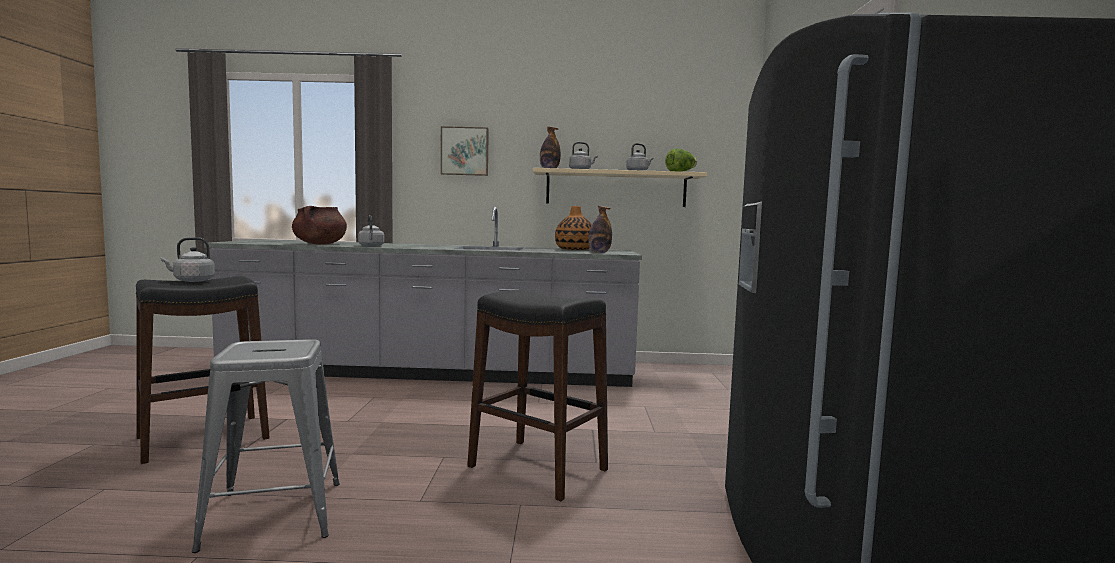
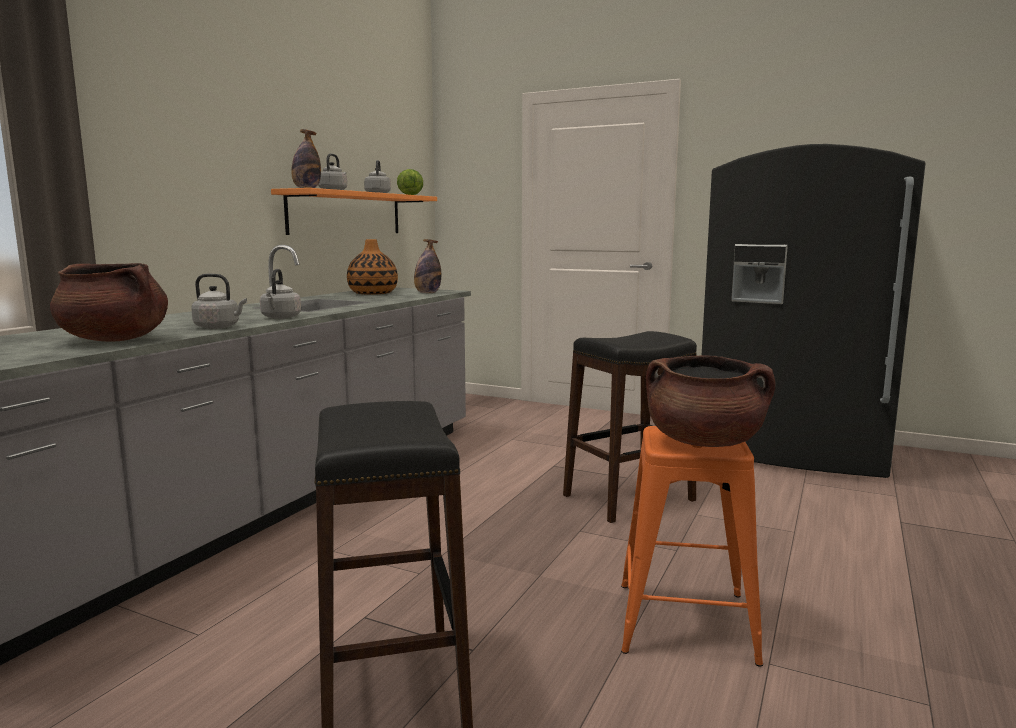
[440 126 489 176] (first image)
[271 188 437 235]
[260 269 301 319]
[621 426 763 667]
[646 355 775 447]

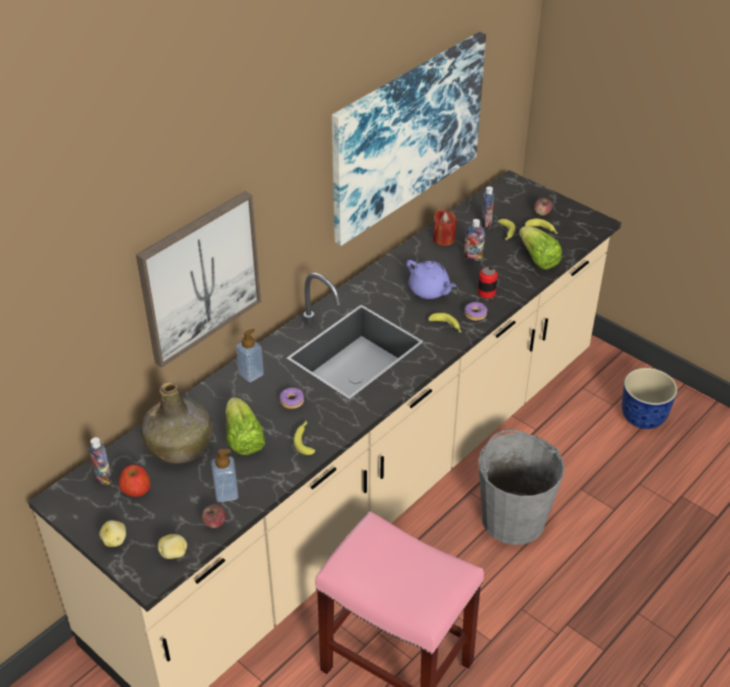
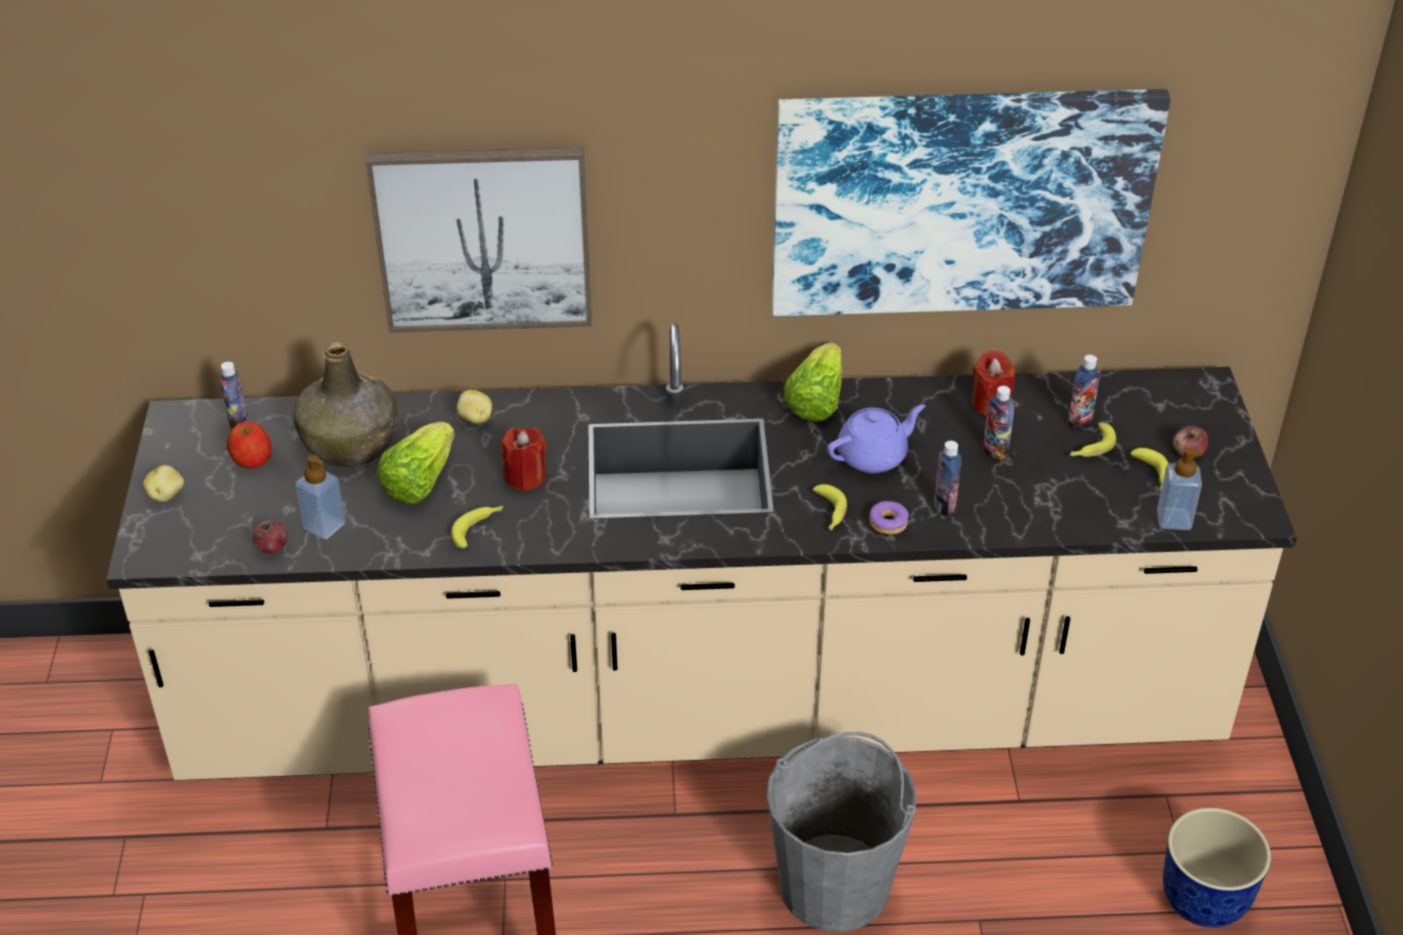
[784 343 842 421]
[827 405 925 473]
[934 441 961 517]
[1157 448 1203 530]
[501 427 546 491]
[457 390 492 424]

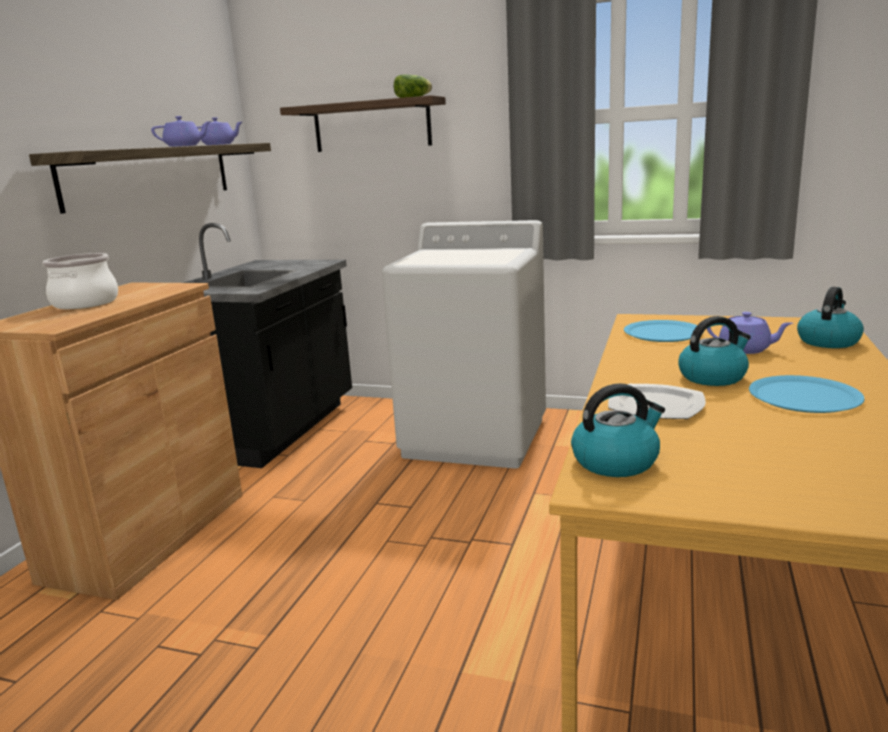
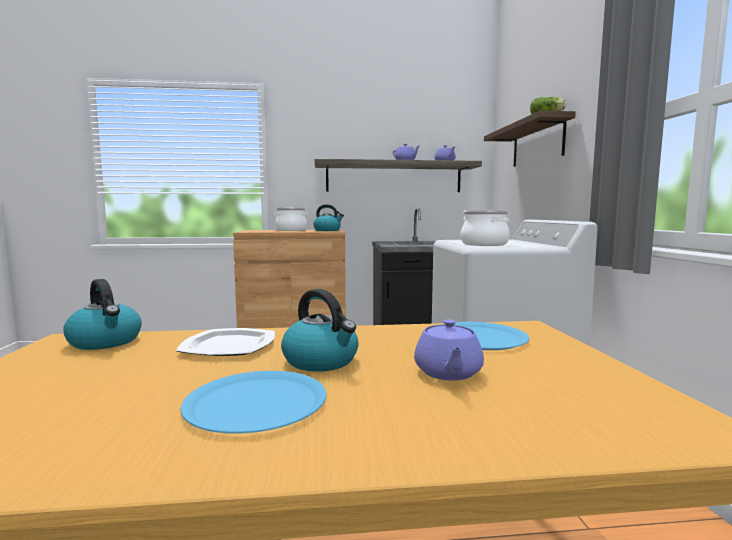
[313 204 344 231]
[461 210 510 246]

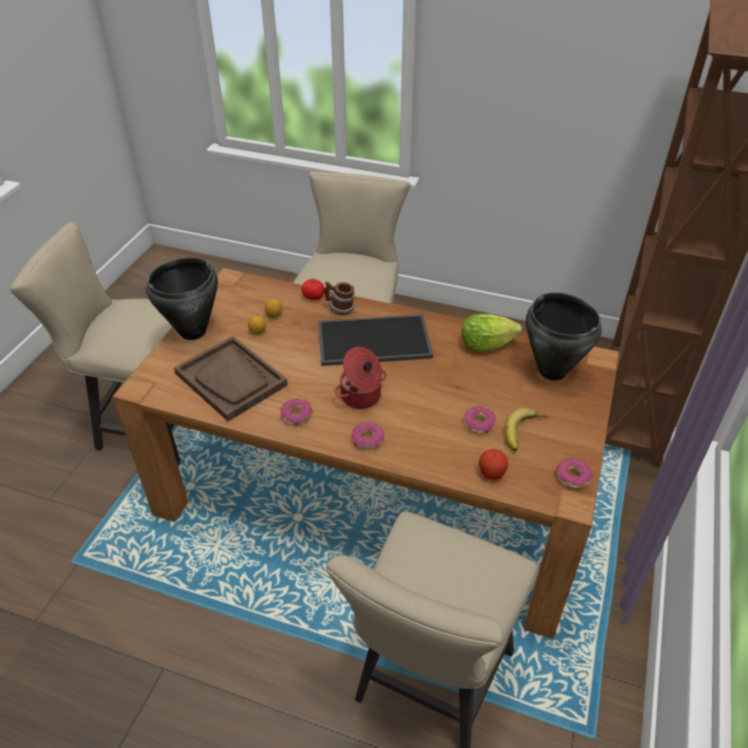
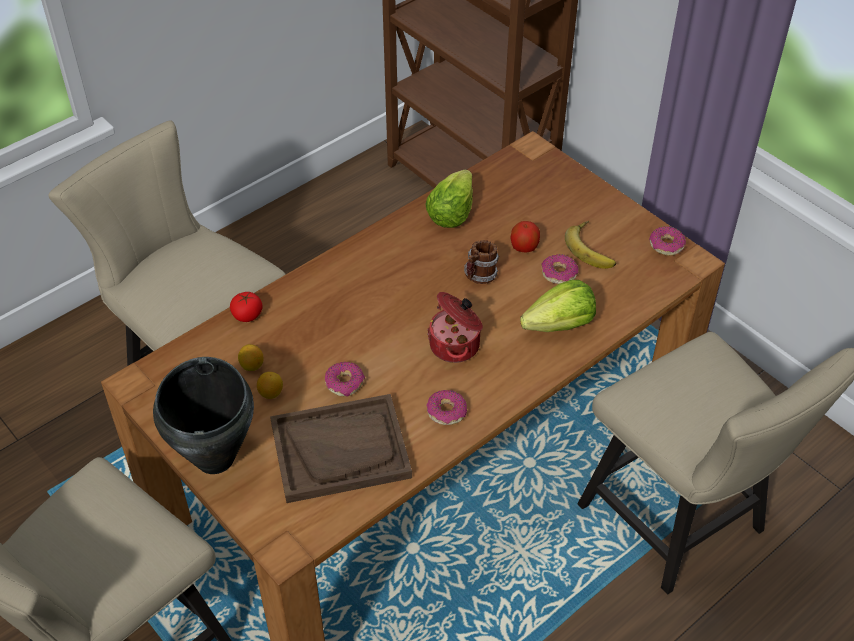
[464 240 499 284]
[526 292 602 380] (first image)
[318 314 433 366] (first image)
[325 362 365 397]
[511 221 540 253]
[520 280 596 332]

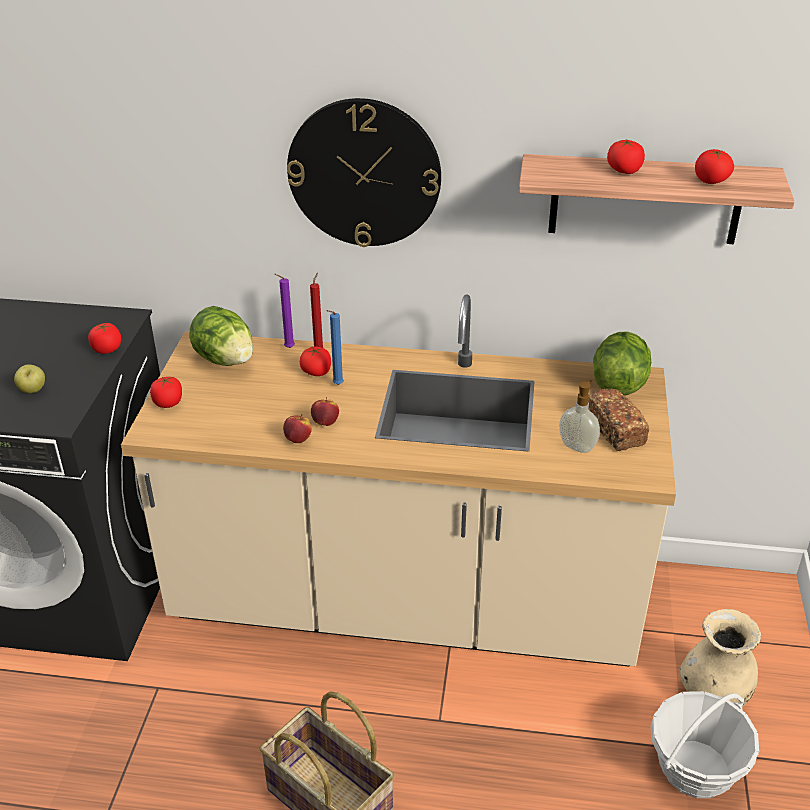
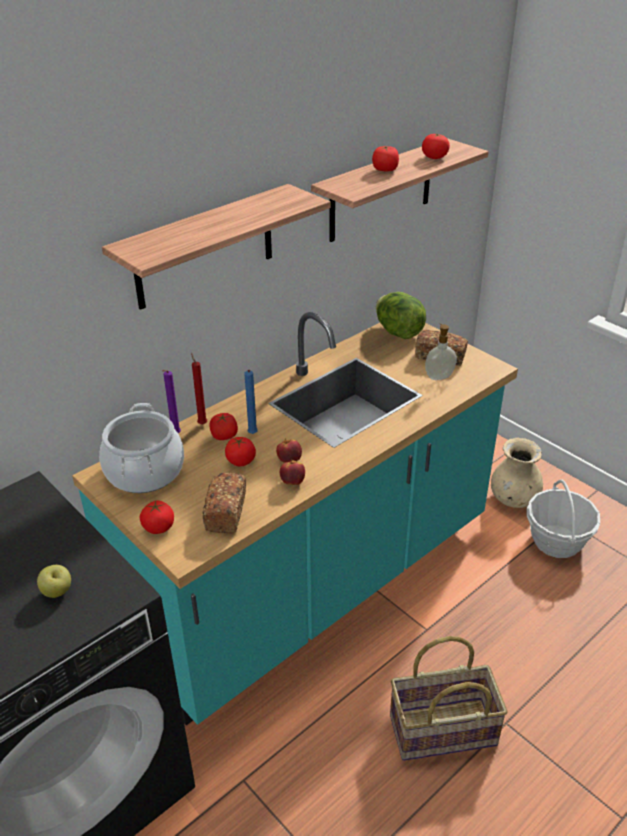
[102 184 330 310]
[72 312 518 725]
[99 403 184 493]
[225 437 256 466]
[203 472 246 533]

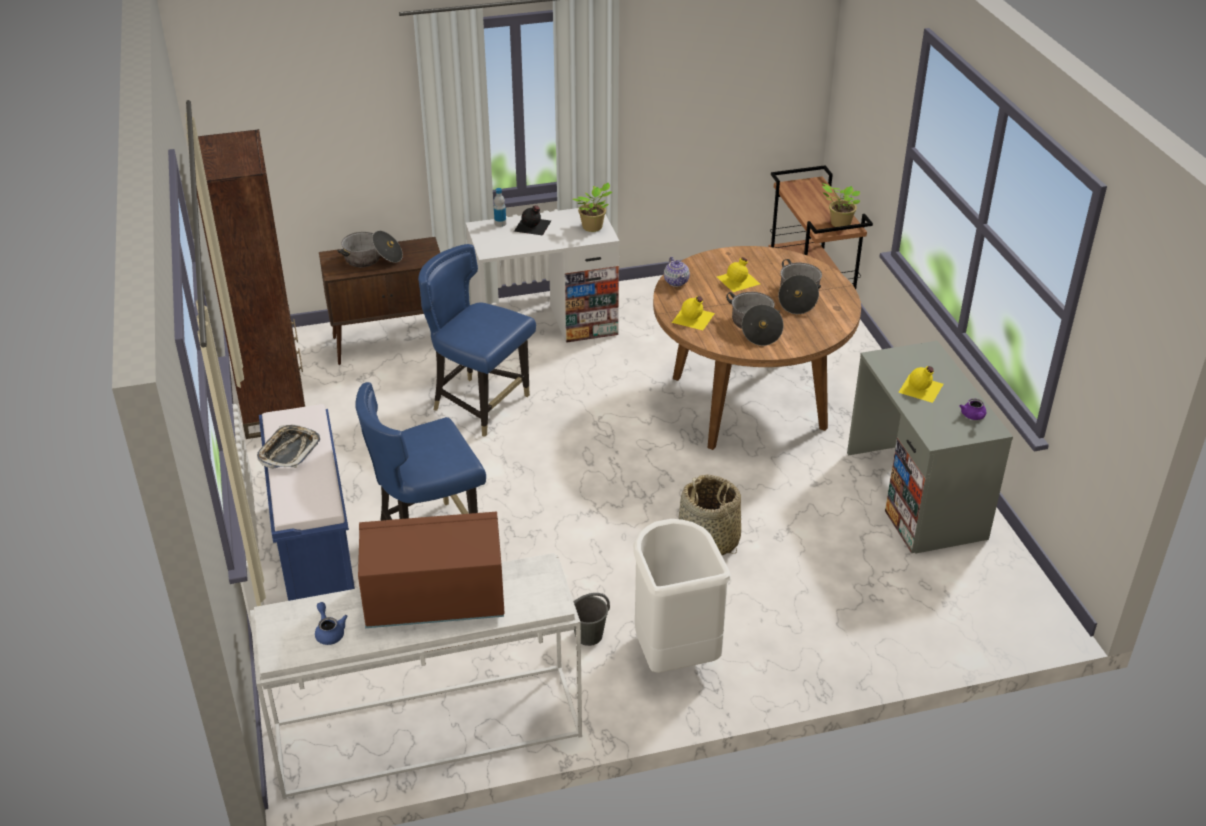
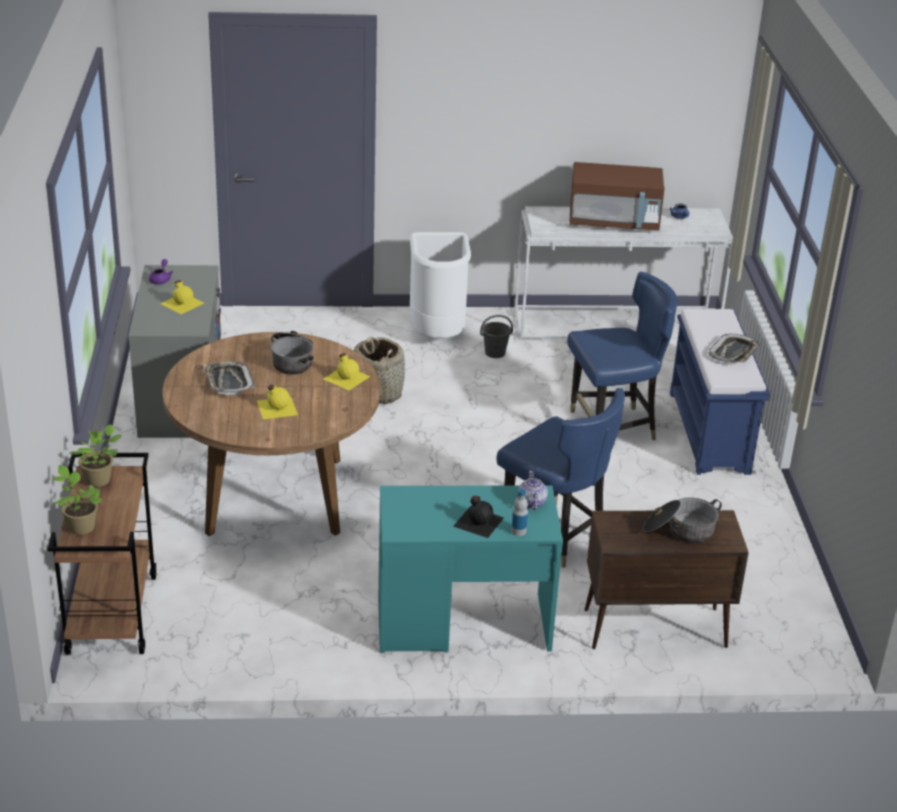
[196 129 305 439] (first image)
[53 465 103 535]
[378 485 563 653]
[518 471 548 510]
[204 361 254 395]

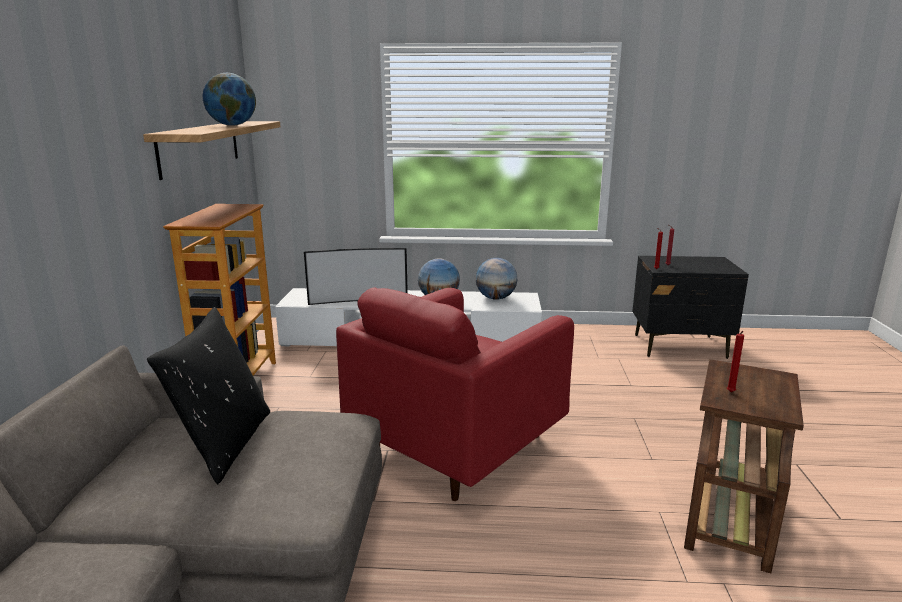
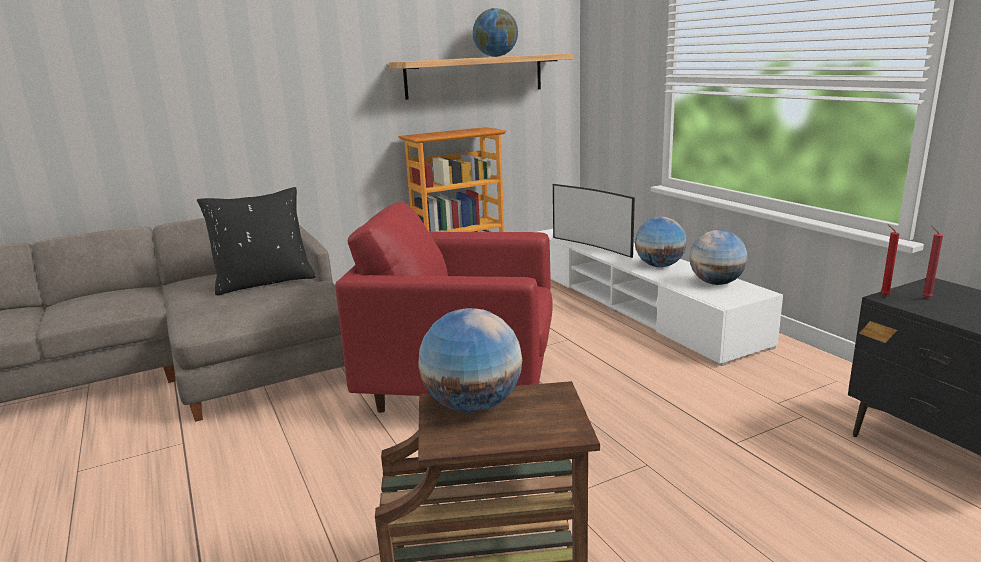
[418 308 522 413]

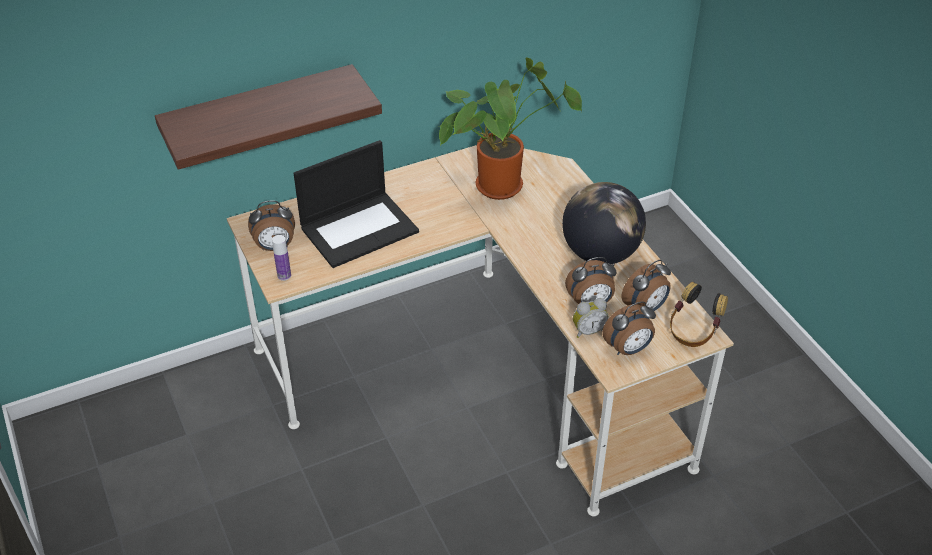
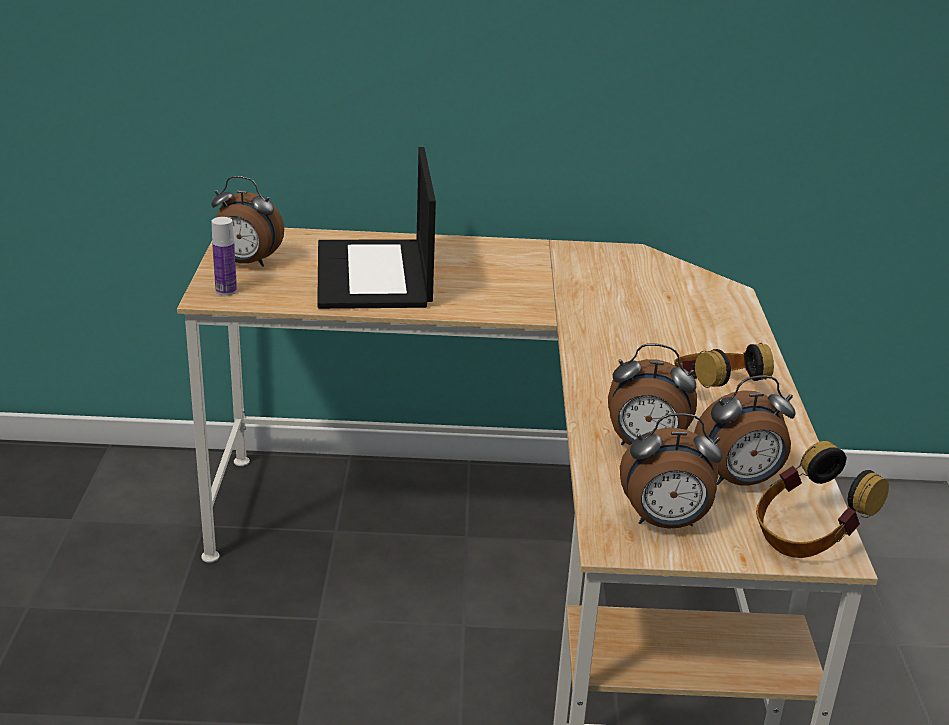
[439 57 582 200] (first image)
[155 64 382 170] (first image)
[317 147 436 309]
[674 343 774 388]
[573 298 609 338] (first image)

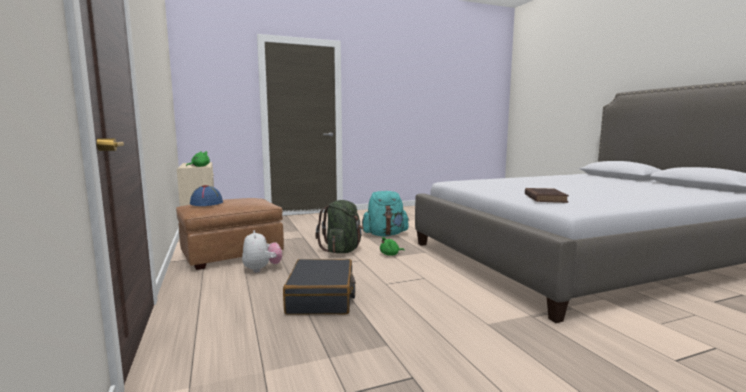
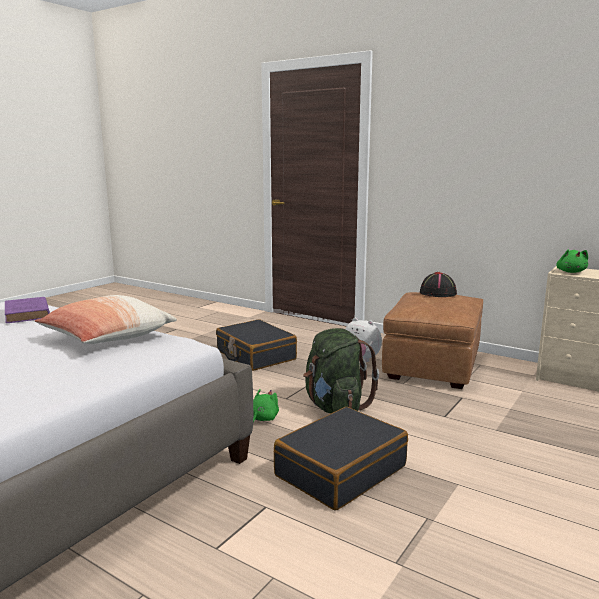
[420 272 457 297]
[5 297 50 323]
[274 407 408 511]
[34 295 177 344]

